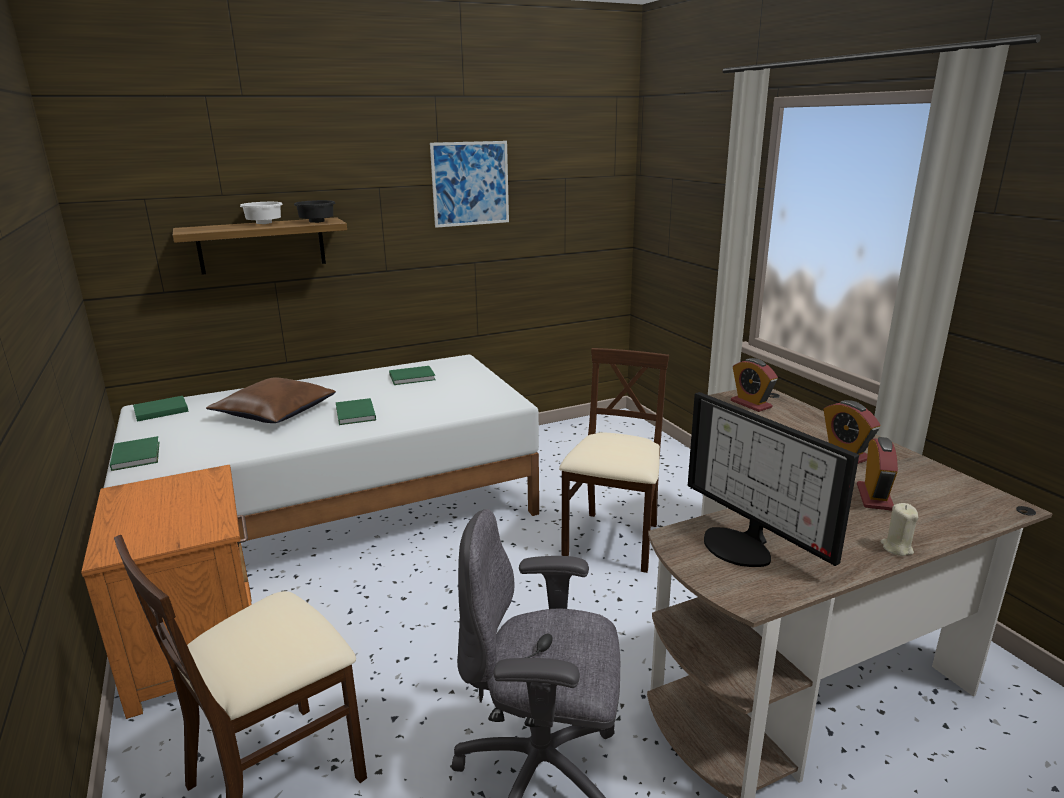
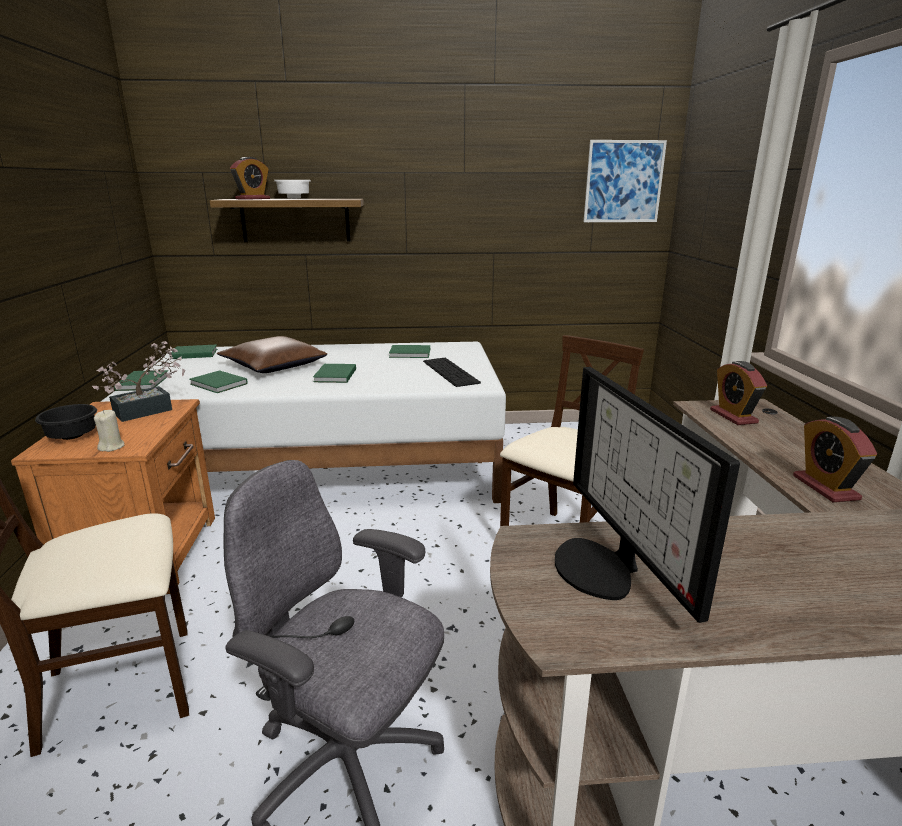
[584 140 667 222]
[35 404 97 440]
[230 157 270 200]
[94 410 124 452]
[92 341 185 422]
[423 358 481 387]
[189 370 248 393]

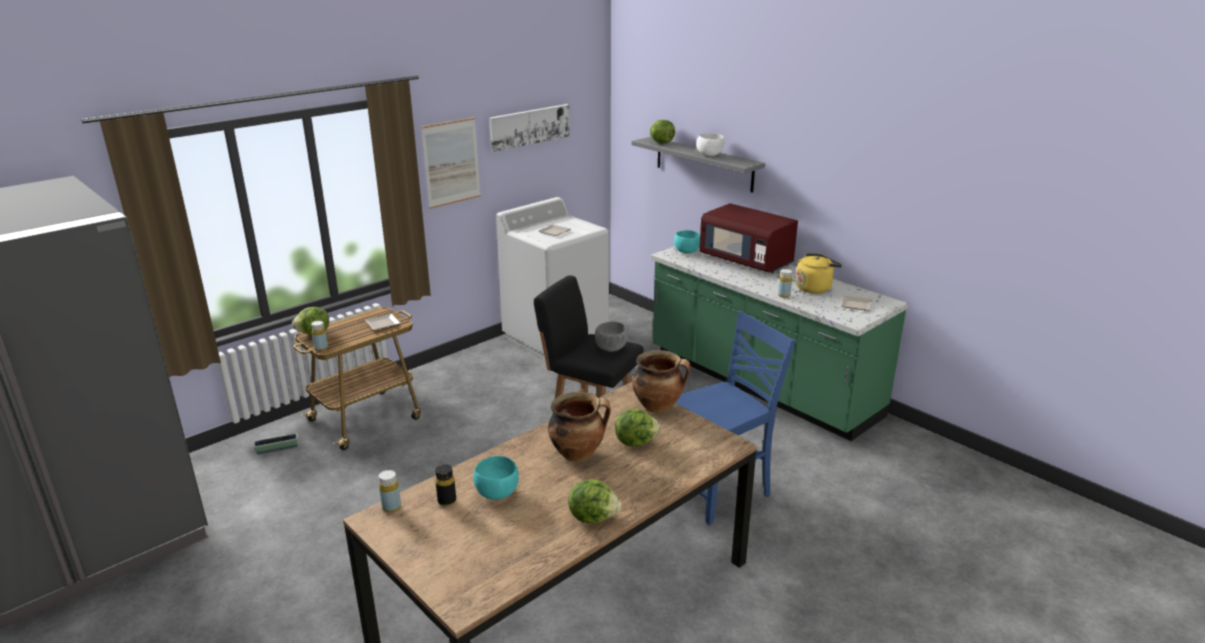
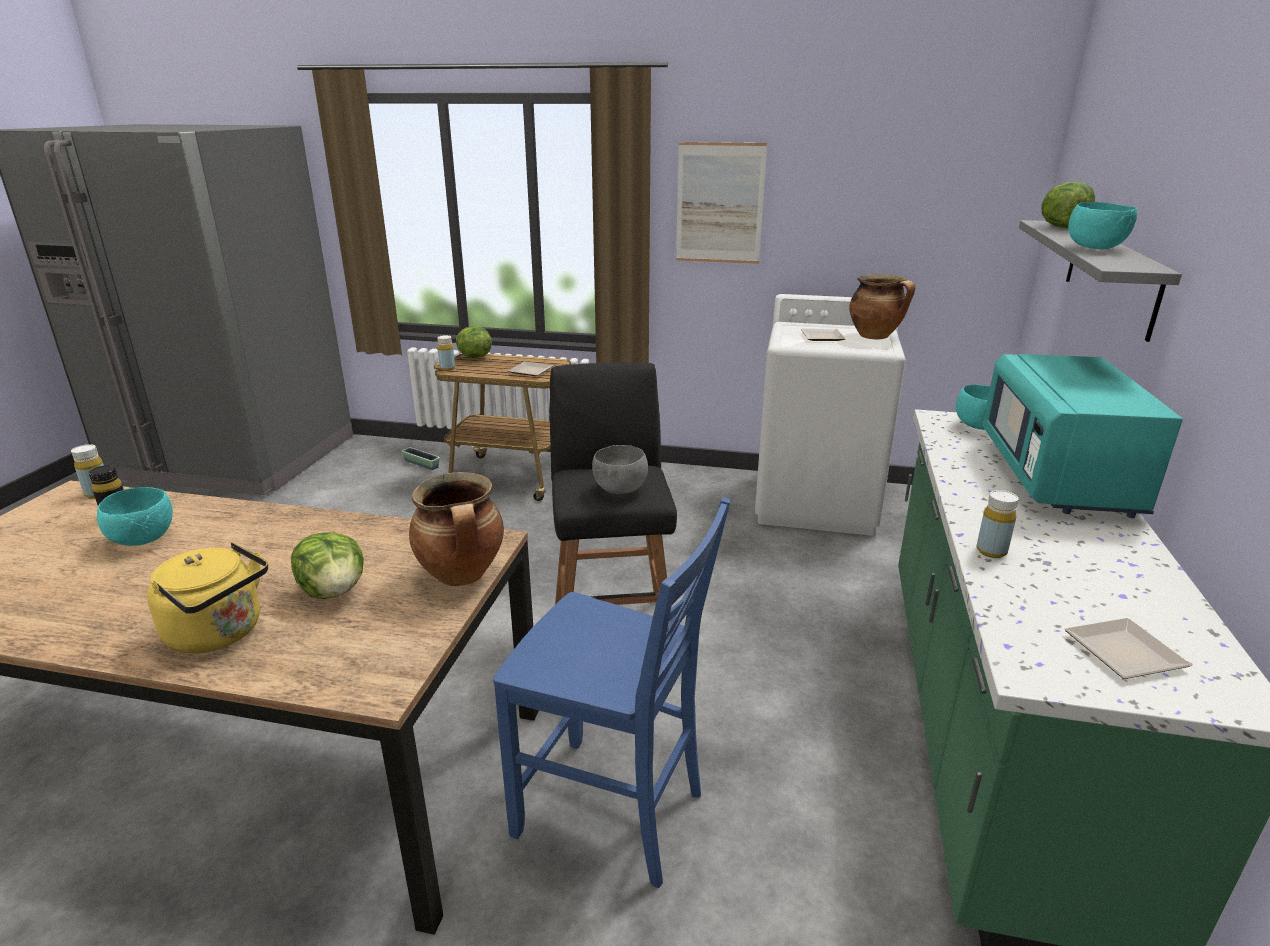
[489 104 570 152] (first image)
[1068 202 1137 249]
[982 354 1182 518]
[147 542 268 653]
[850 274 915 340]
[568 479 621 524] (first image)

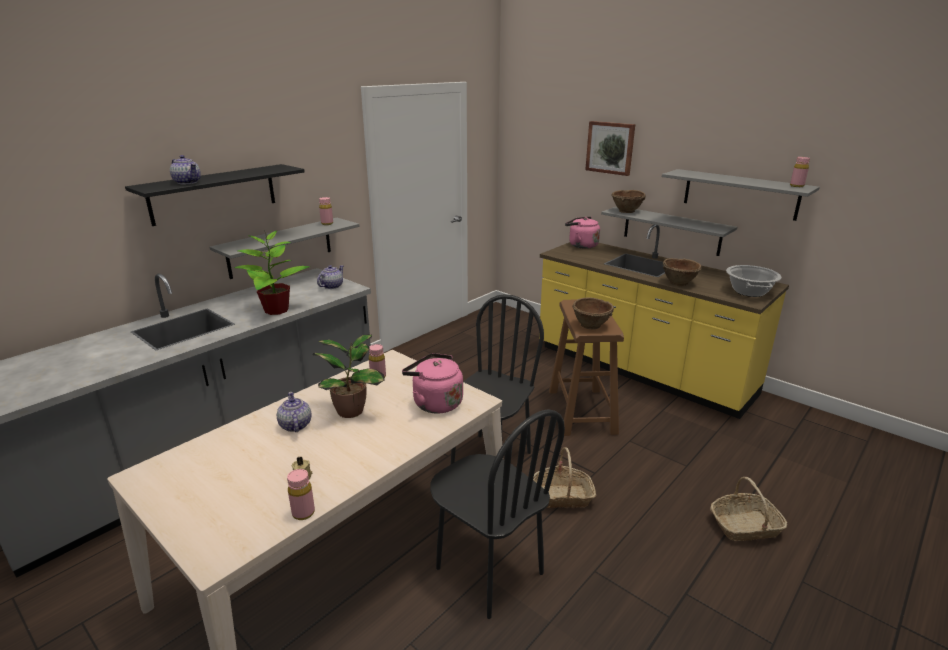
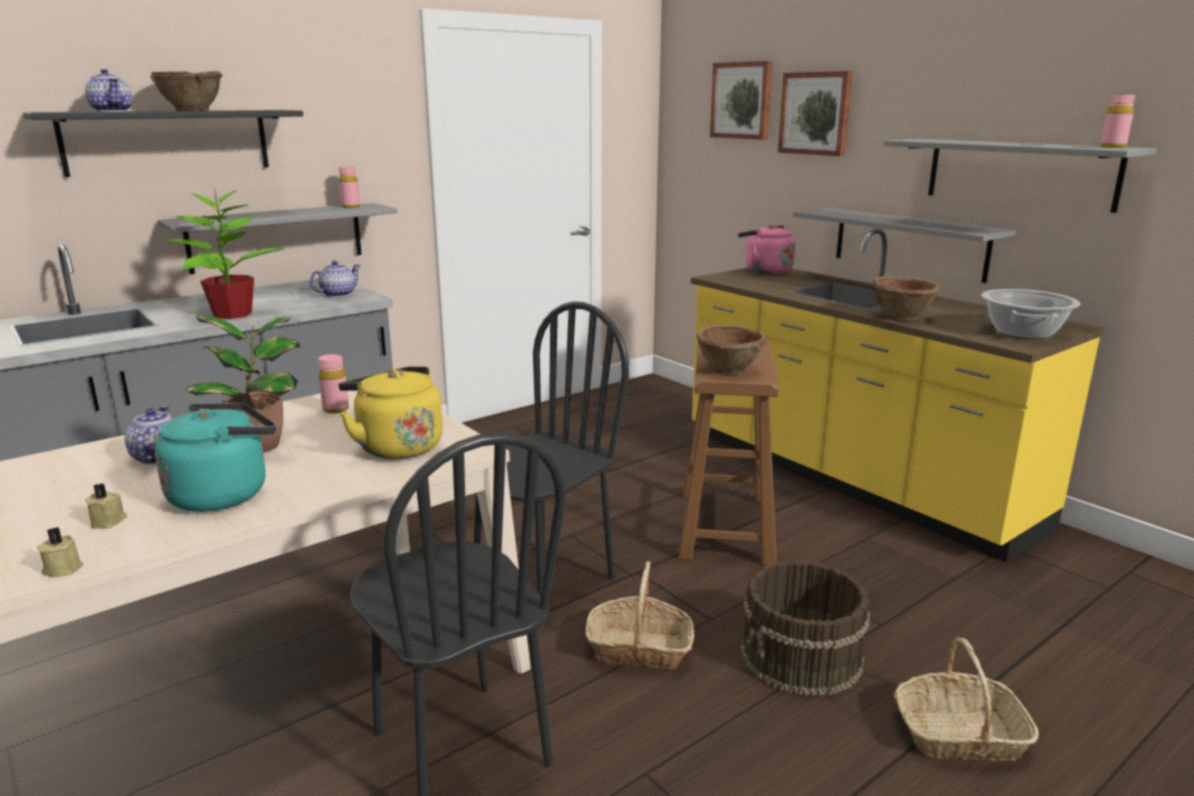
[150 71 222 111]
[338 366 443 459]
[37 527 84 577]
[710 61 773 140]
[155 403 276 512]
[741 561 870 696]

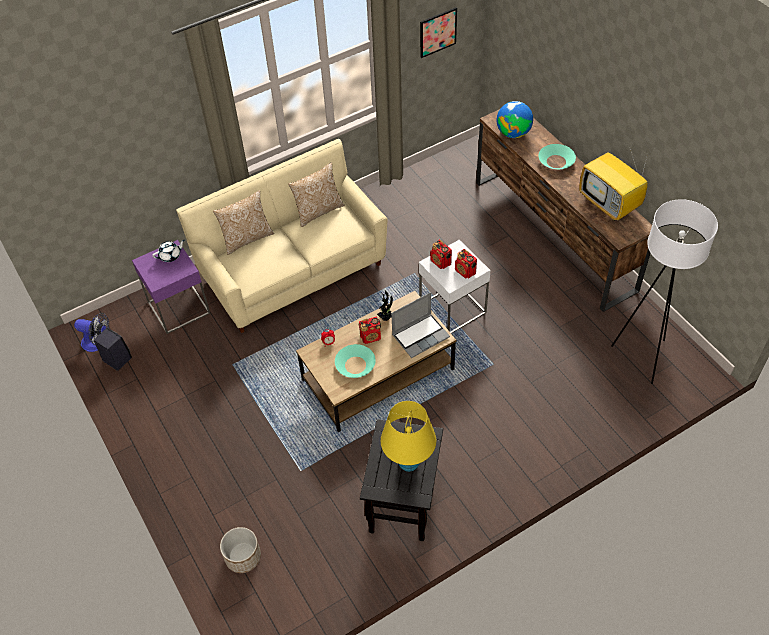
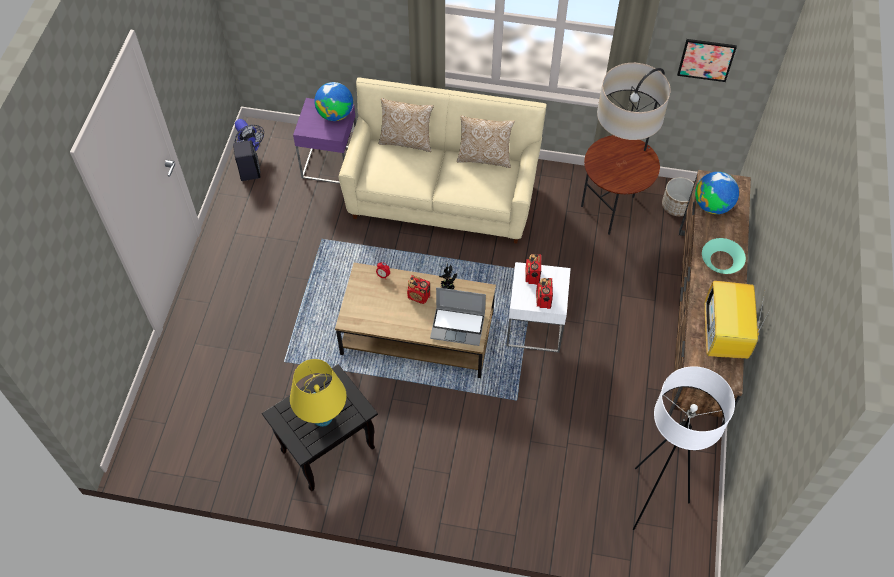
[314 82 353 121]
[335 344 376 378] (first image)
[662 177 694 216]
[581 63 670 235]

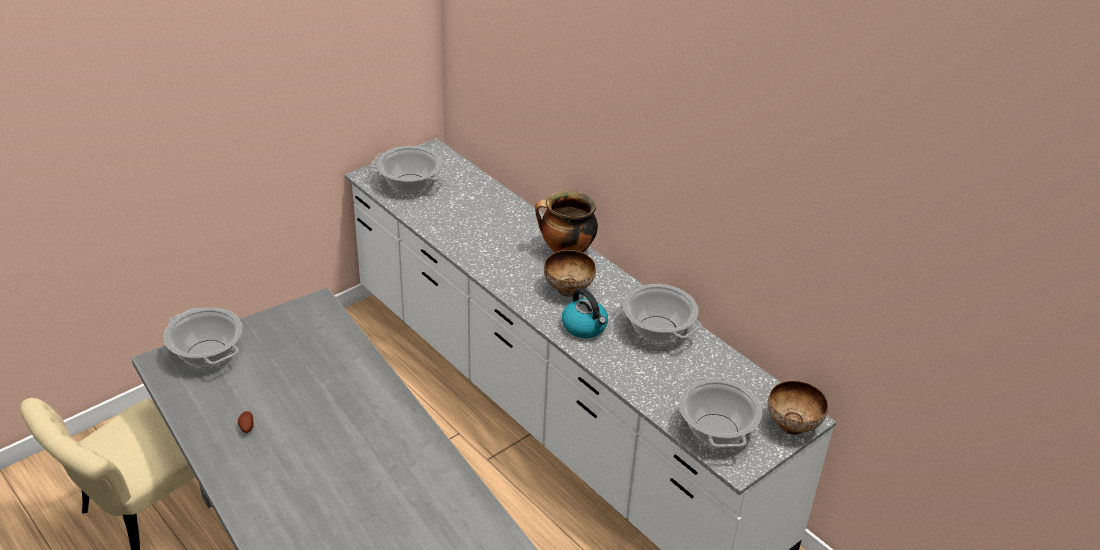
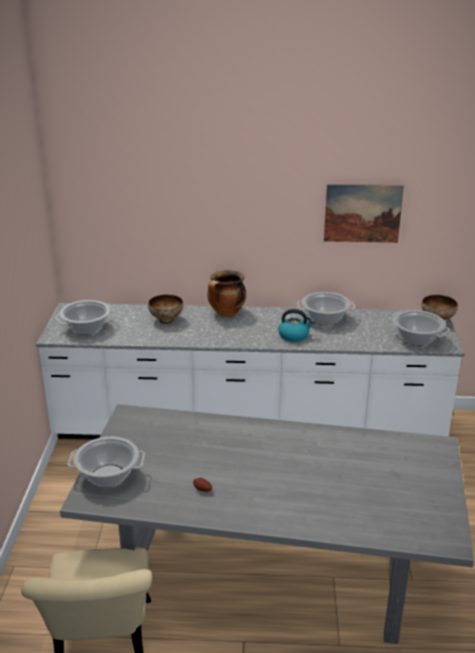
[148 294 183 324]
[324 184 404 243]

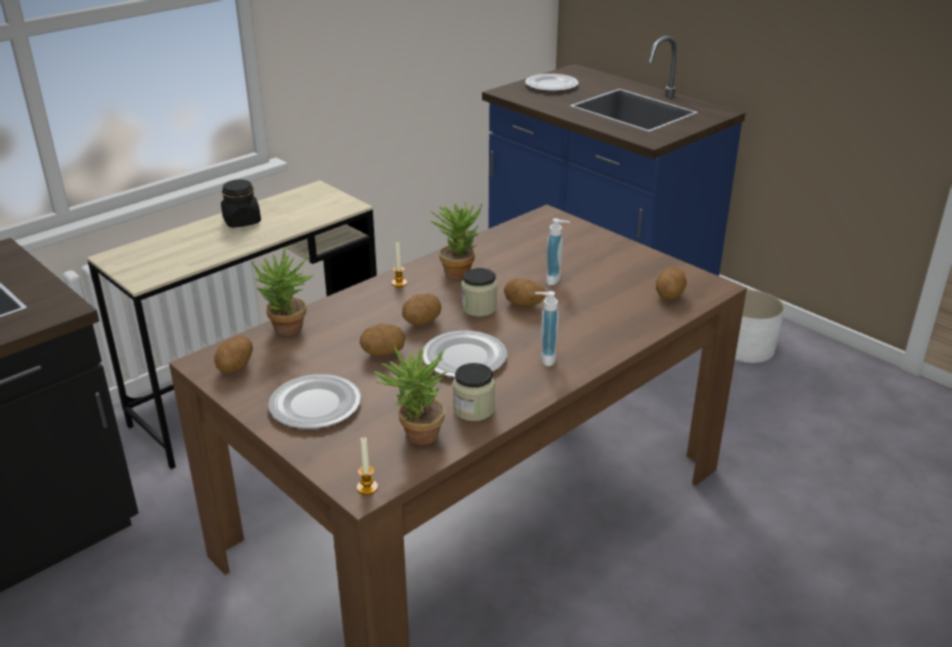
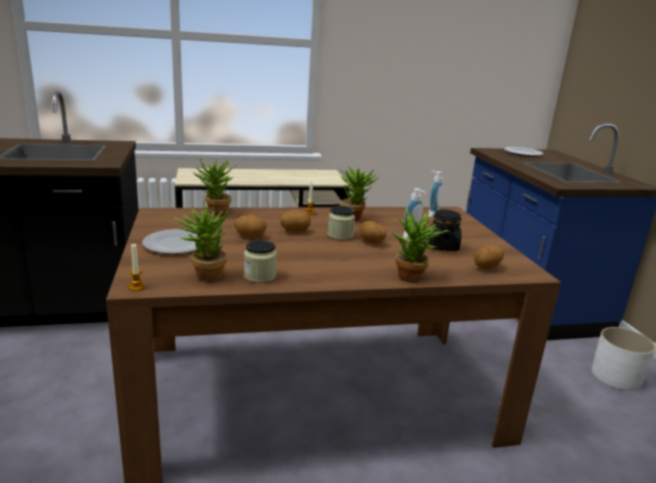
[428 209 462 251]
[428 170 443 217]
[422 331 507 378] (first image)
[214 336 253 374] (first image)
[391 209 450 283]

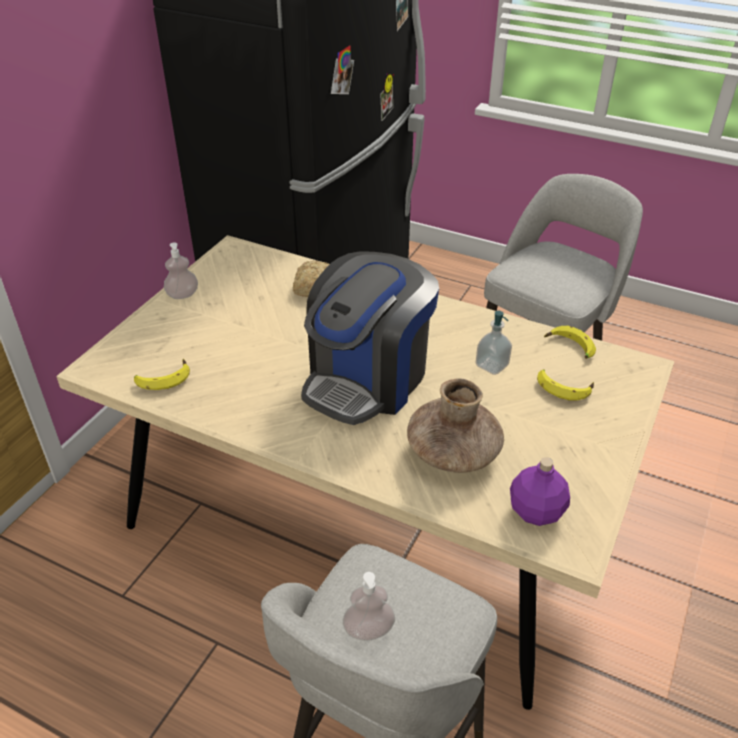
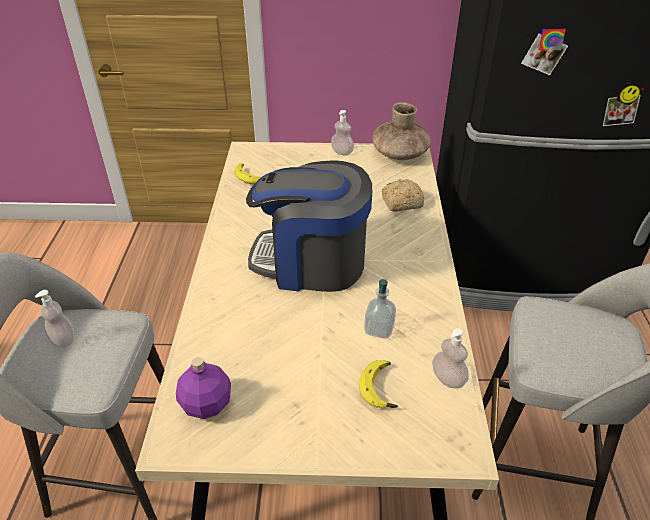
[432 328 469 388]
[372 102 431 160]

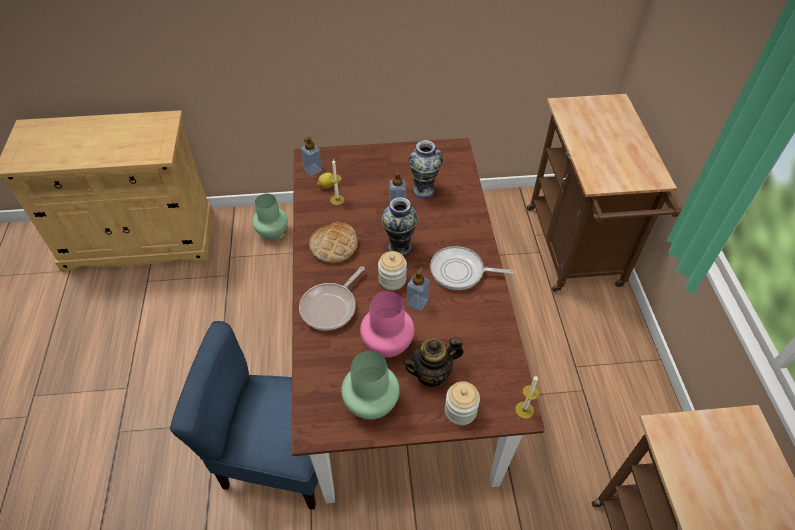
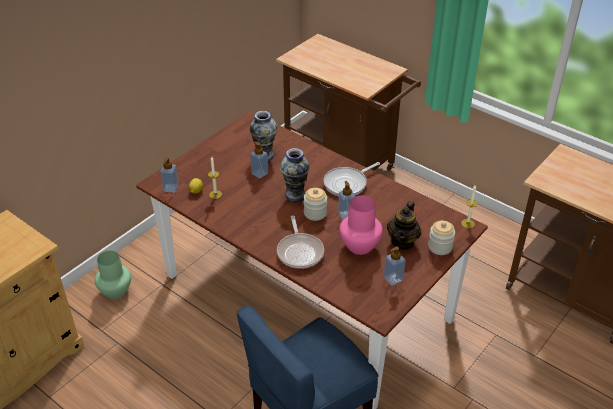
[309 222 358 263] (first image)
[384 246 405 285]

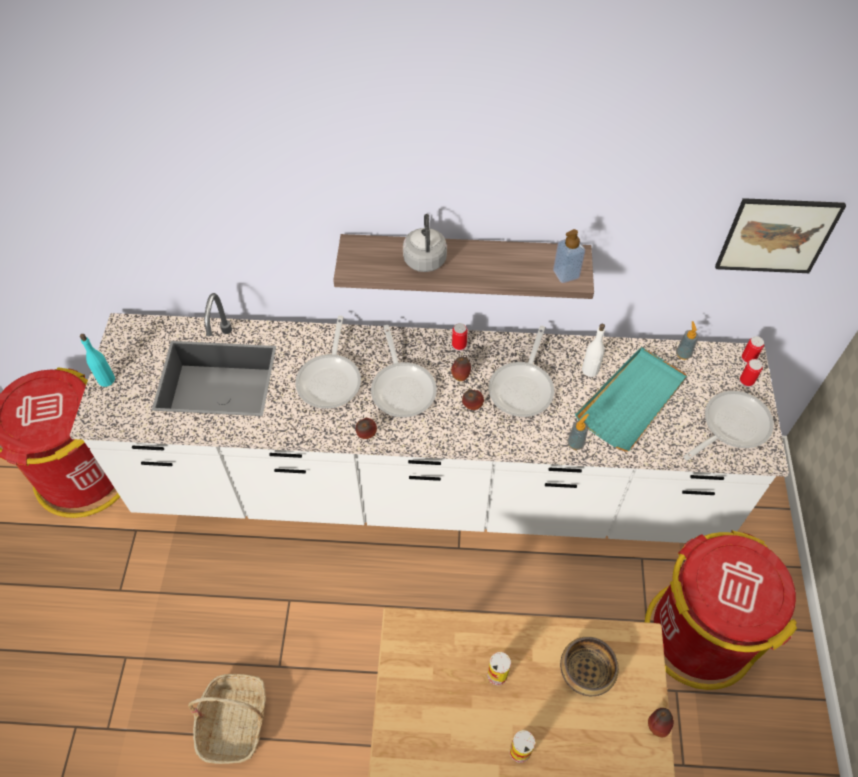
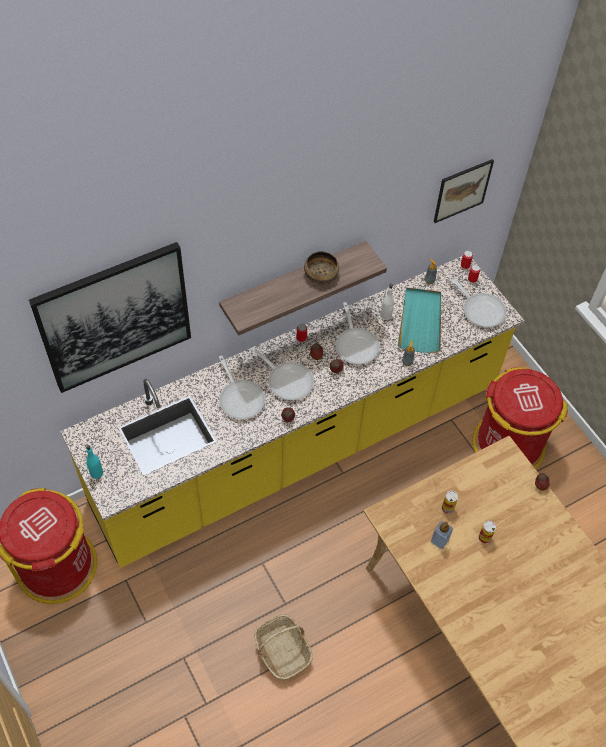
[403 214 447 272] (first image)
[431 521 453 549]
[60 256 525 568]
[448 276 506 328]
[304 251 339 284]
[29 242 191 393]

